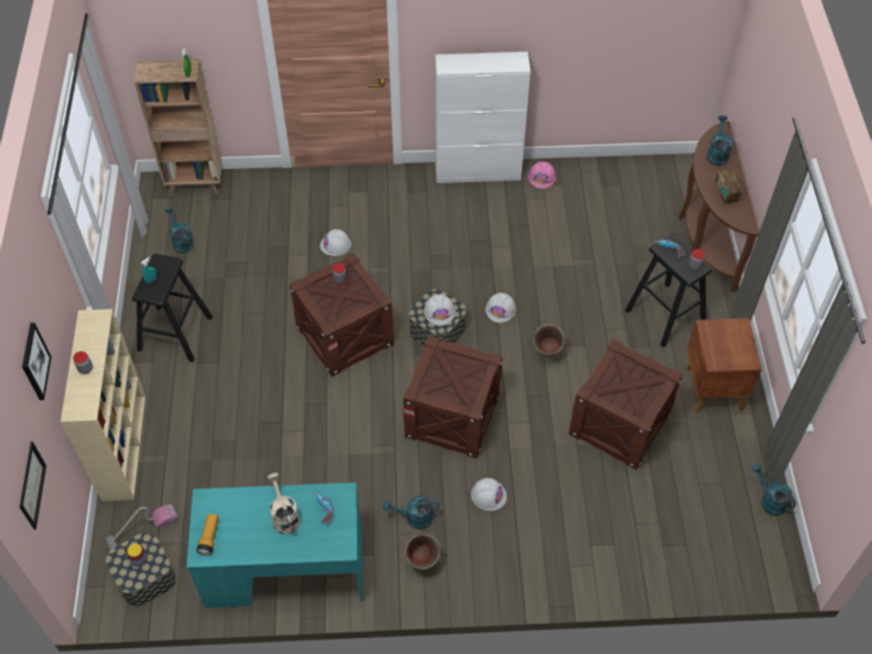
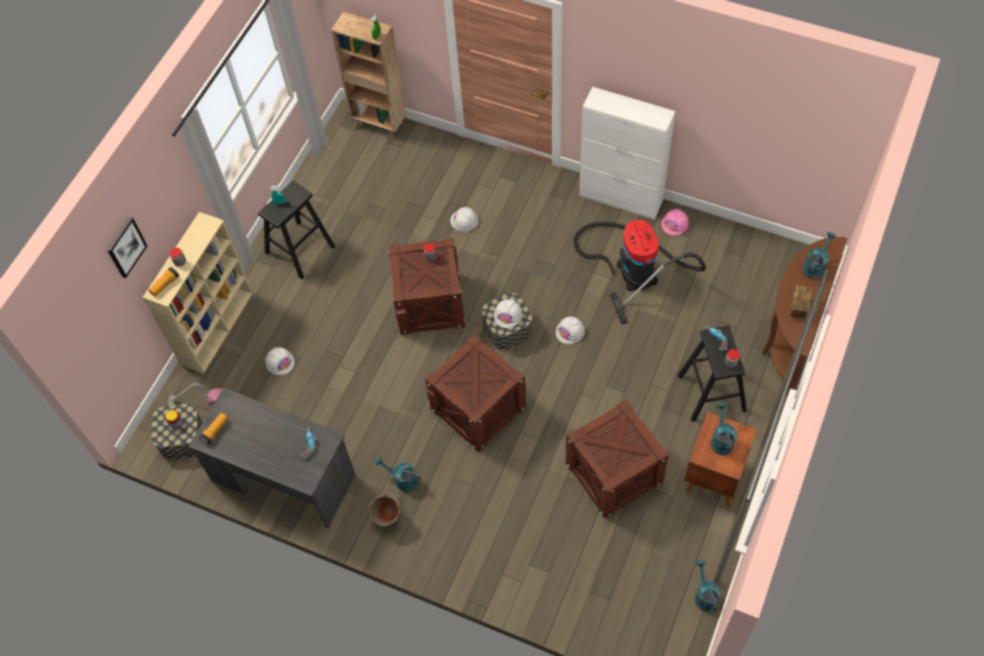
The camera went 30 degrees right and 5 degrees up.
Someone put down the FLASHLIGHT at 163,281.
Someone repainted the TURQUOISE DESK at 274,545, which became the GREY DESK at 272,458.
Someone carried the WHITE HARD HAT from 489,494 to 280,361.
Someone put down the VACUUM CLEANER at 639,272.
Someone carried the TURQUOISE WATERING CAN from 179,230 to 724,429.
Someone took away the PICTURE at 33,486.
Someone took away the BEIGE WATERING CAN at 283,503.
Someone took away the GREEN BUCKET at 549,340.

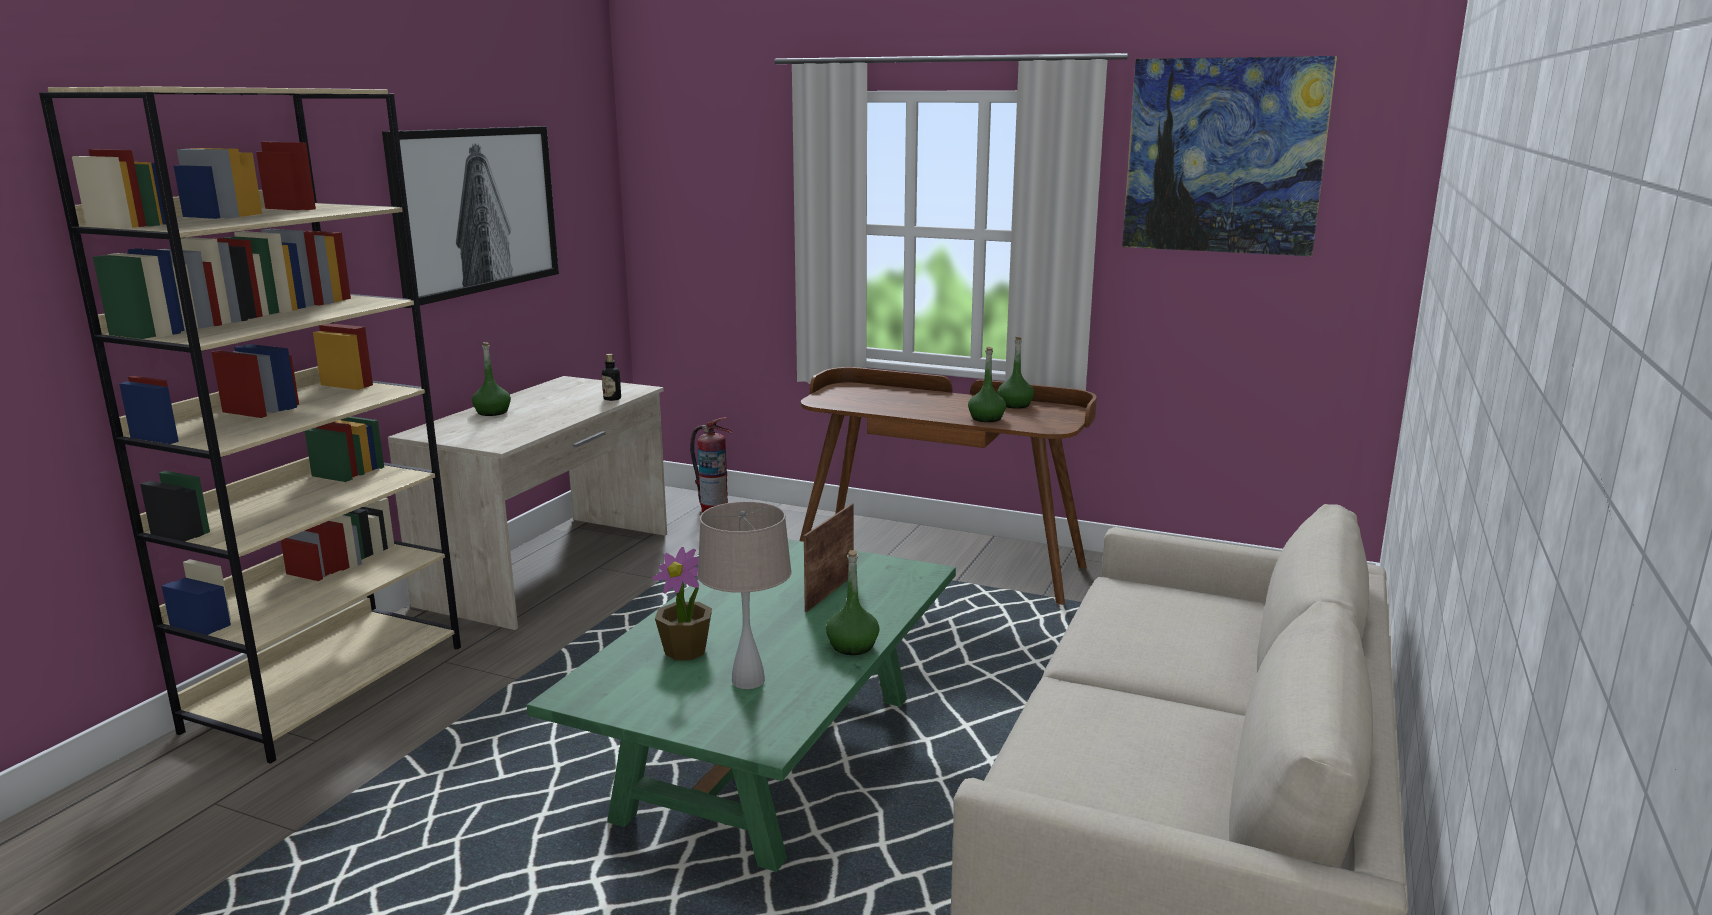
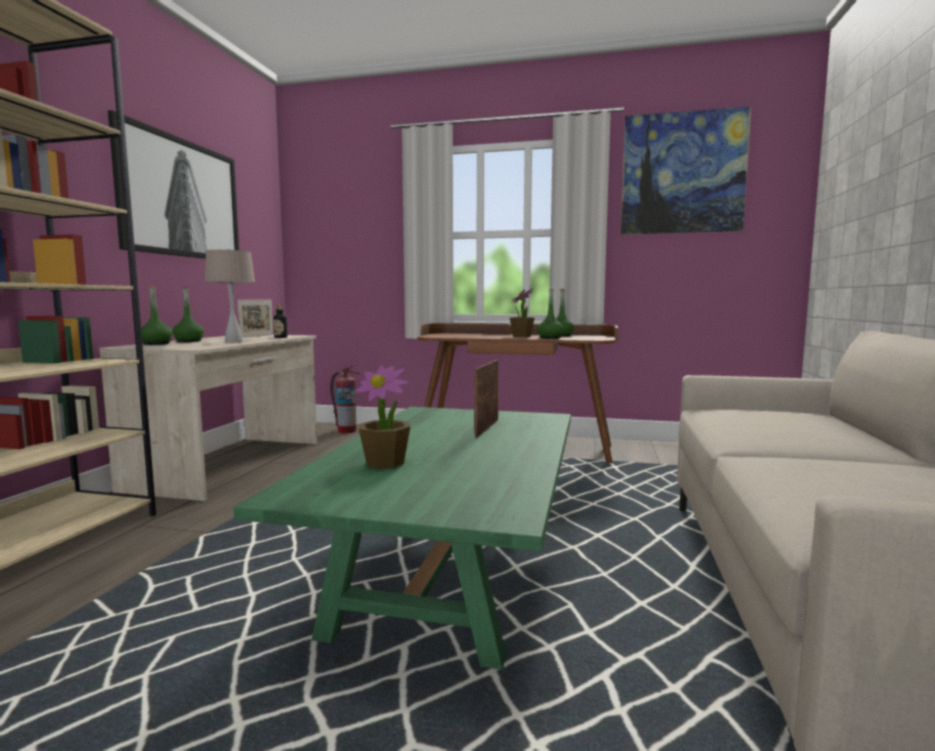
The camera went 10 degrees left and 10 degrees down.
Someone carried the GREEN BOTTLE from 853,602 to 157,315.
Someone carried the BEIGE TABLE LAMP from 745,595 to 230,296.
Someone put down the PICTURE FRAME at 255,319.
Someone put down the POTTED PLANT at 522,313.

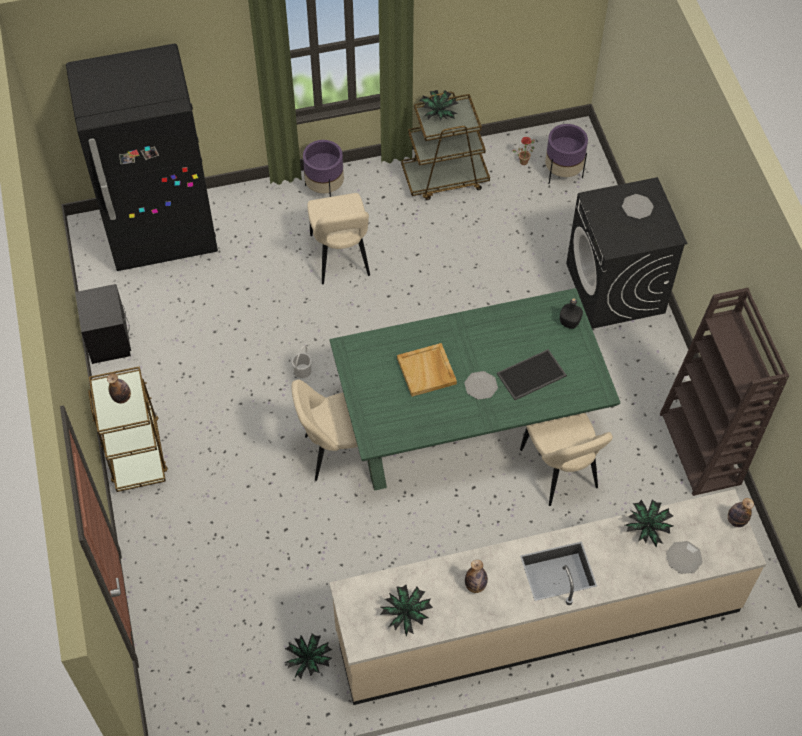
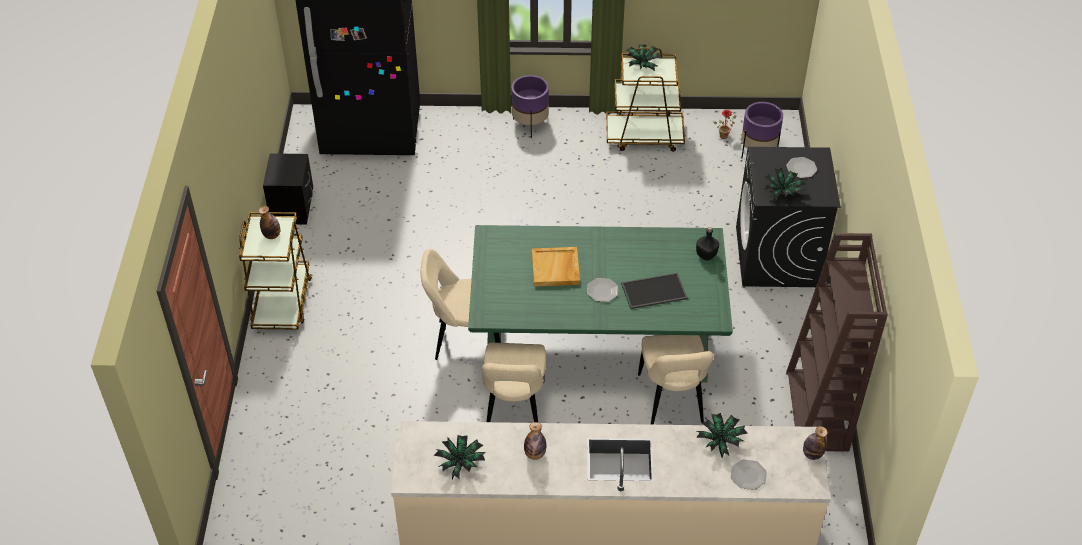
The camera went 15 degrees right and 10 degrees down.
Someone carried the BEIGE CHAIR from 338,238 to 514,382.
Someone carried the POTTED PLANT from 308,656 to 786,183.
Someone took away the WHITE BUCKET at 302,361.

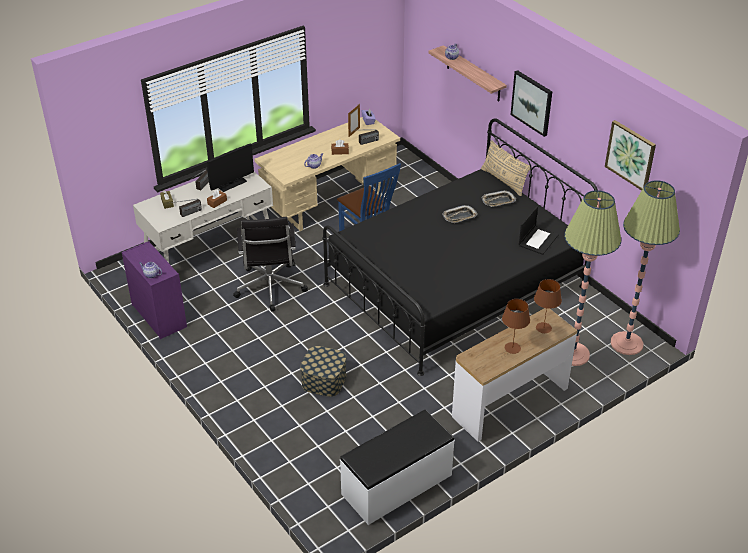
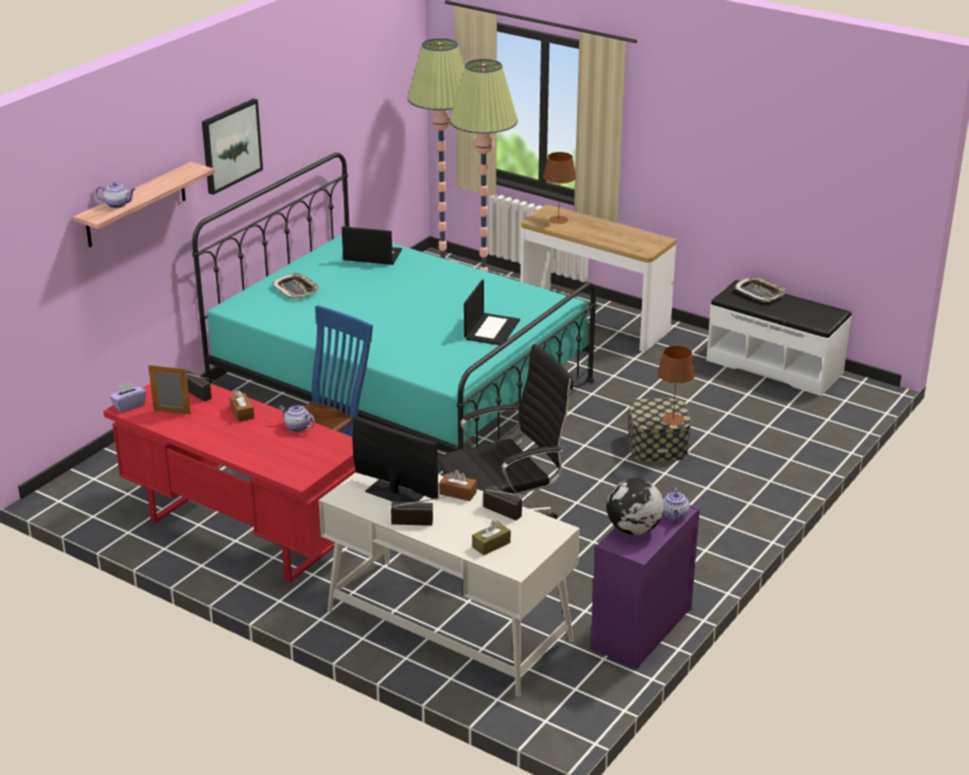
The camera went 110 degrees left and 10 degrees down.
Someone repainted the BEIGE DESK at 327,174, which became the RED DESK at 229,483.
Someone repainted the BLACK BED at 460,247, which became the TURQUOISE BED at 394,303.
Someone put down the LAPTOP at 492,312.
Someone put down the GLOBE at 635,506.
Someone carried the BROWN TABLE LAMP from 516,326 to 676,385.
Someone carried the TRAY from 459,214 to 759,289.
Someone took away the BEIGE PILLOW at 505,168.
Someone took away the PICTURE at 630,155.

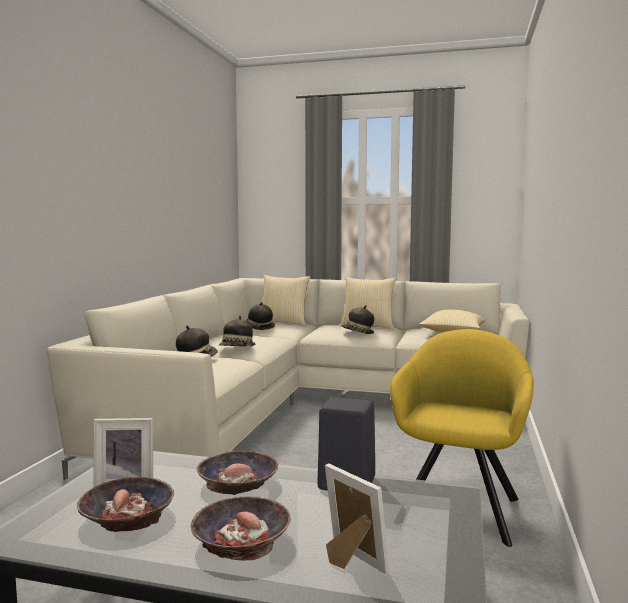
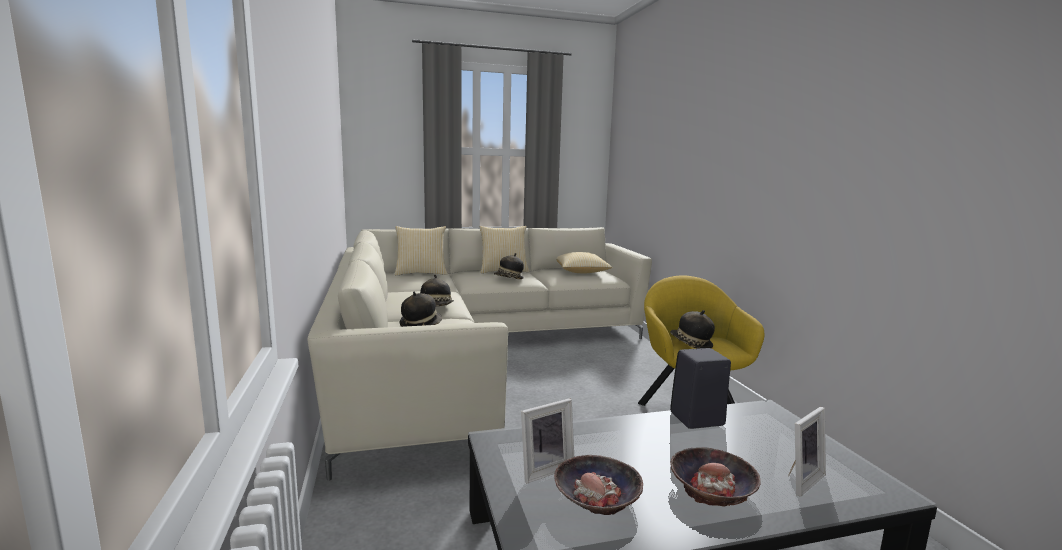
The camera went 30 degrees left and 5 degrees up.
Someone carried the HAT from 260,316 to 692,329.
Someone rotated the PICTURE FRAME at 357,519 by 120 degrees clockwise.
Someone took away the BOWL at 237,472.

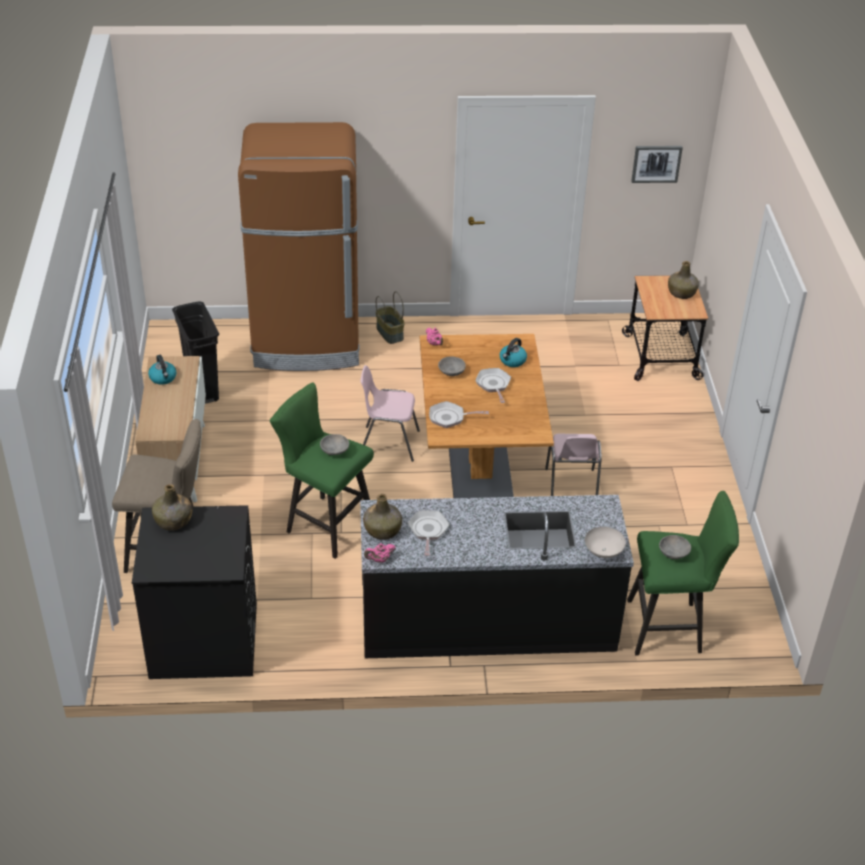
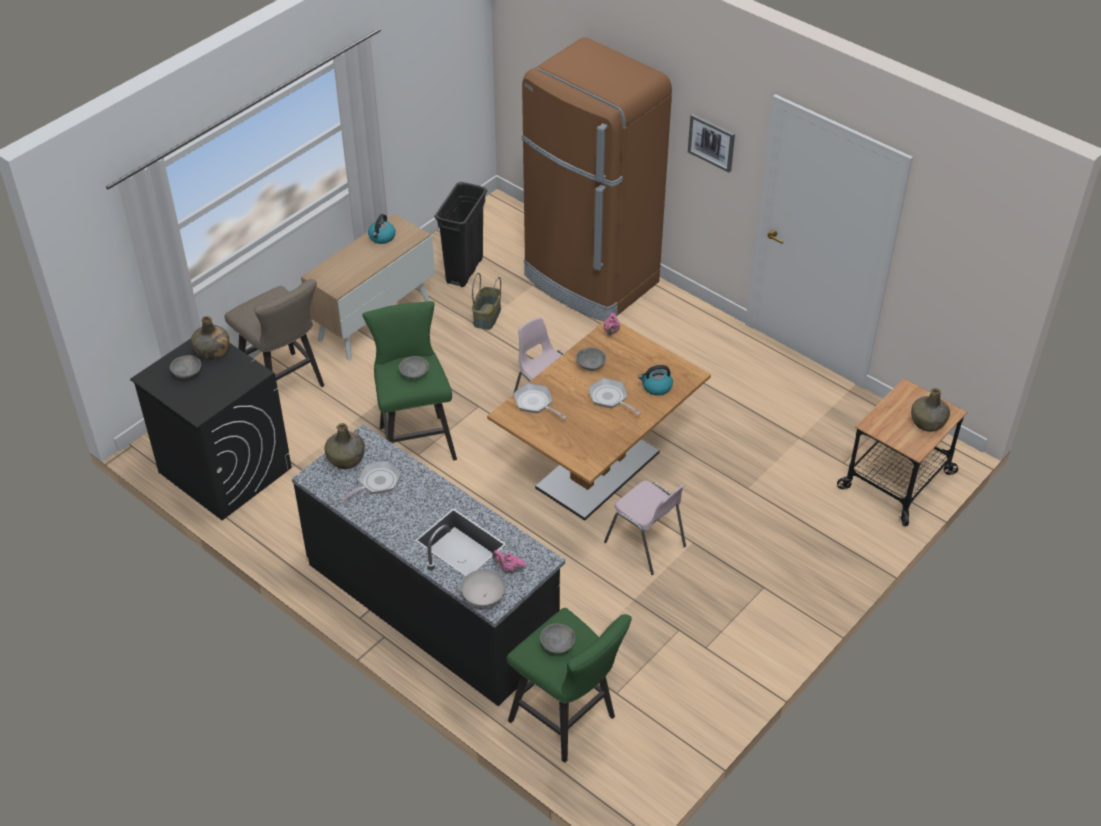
The camera went 45 degrees right and 5 degrees up.
Someone put down the GREY BOWL at 185,367.
Someone carried the BASKET from 390,317 to 486,301.
Someone carried the PINK TEAPOT from 380,553 to 509,561.
Someone rotated the FRYING PAN at 493,385 by 75 degrees counterclockwise.
Someone rotated the PINK CHAIR at 573,464 by 90 degrees counterclockwise.
Someone carried the PICTURE from 657,164 to 711,143.

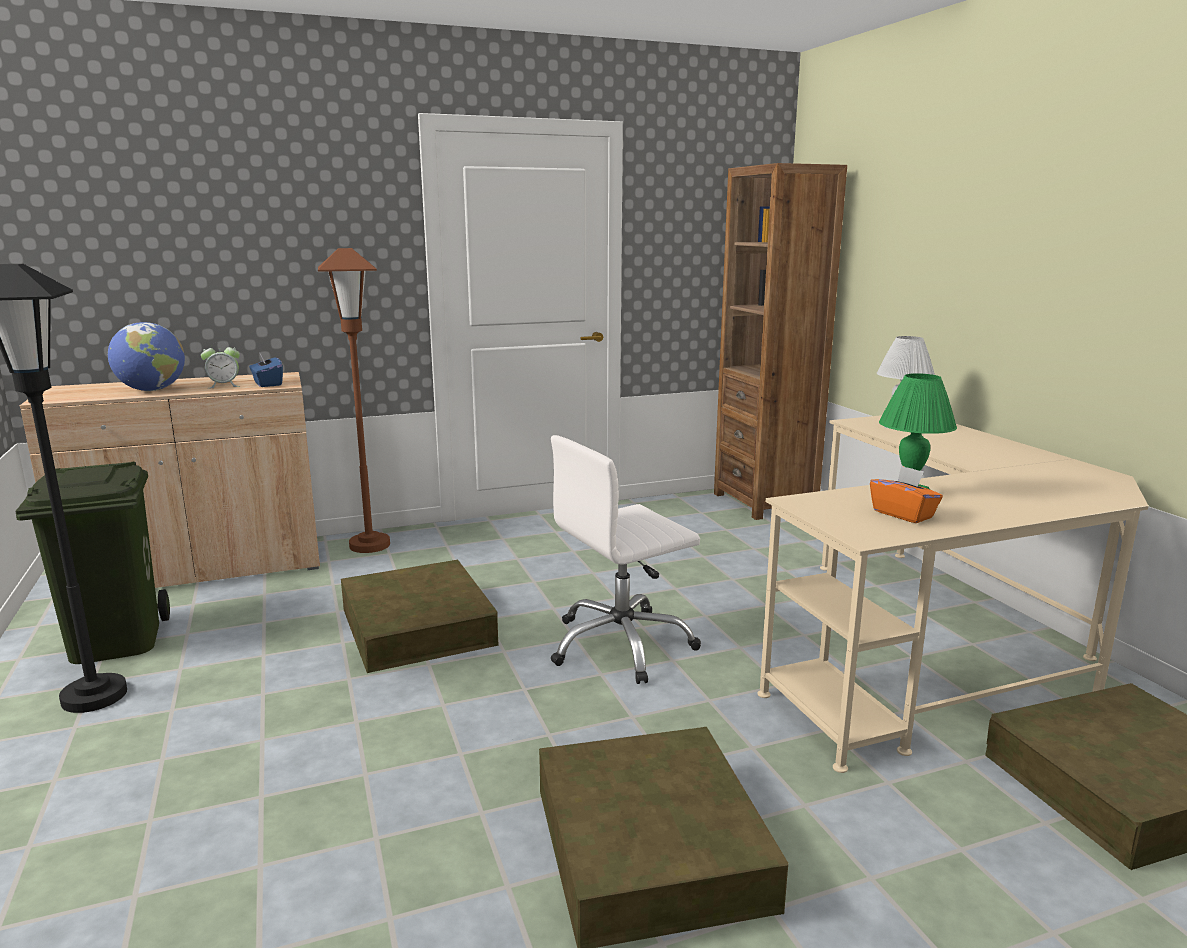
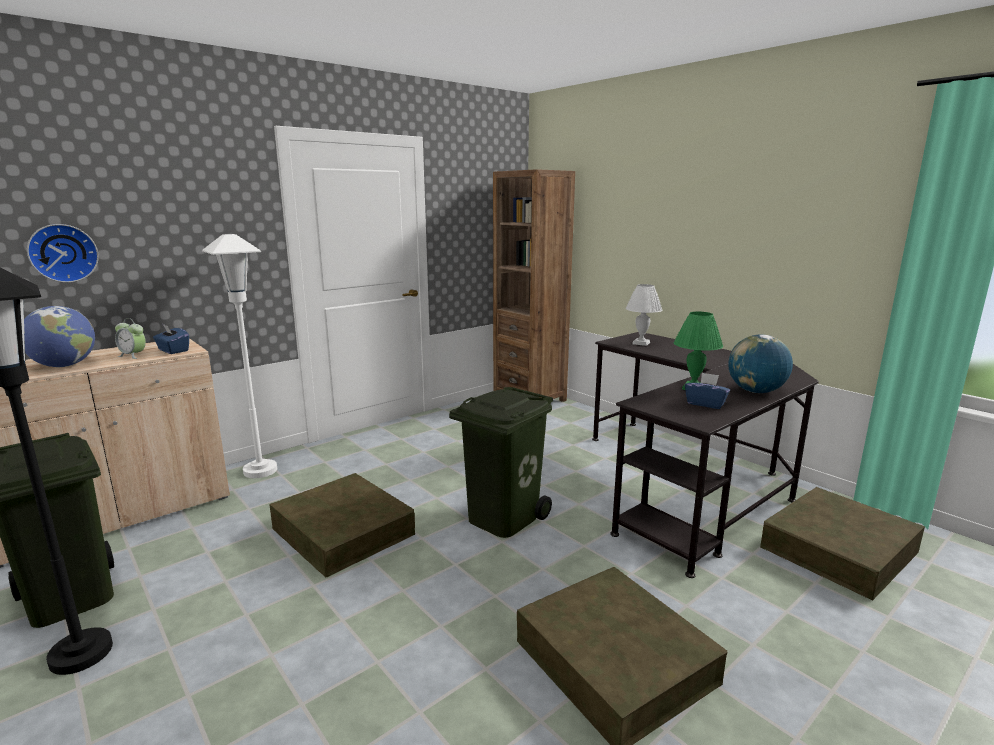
The camera went 20 degrees left and 0 degrees up.
Someone put up the WALL CLOCK at 63,253.
Someone rotated the ALARM CLOCK at 220,366 by 60 degrees clockwise.
Someone repainted the BROWN FLOOR LAMP at 354,400, which became the WHITE FLOOR LAMP at 239,356.
Someone swapped the WHITE OFFICE CHAIR at 626,559 for the GREEN TRASH CAN at 501,462.
Someone repainted the BEIGE DESK at 953,594, which became the BLACK DESK at 705,455.
Someone repainted the ORANGE TISSUE BOX at 906,494, which became the BLUE TISSUE BOX at 707,391.
Someone put down the GLOBE at 760,363.

